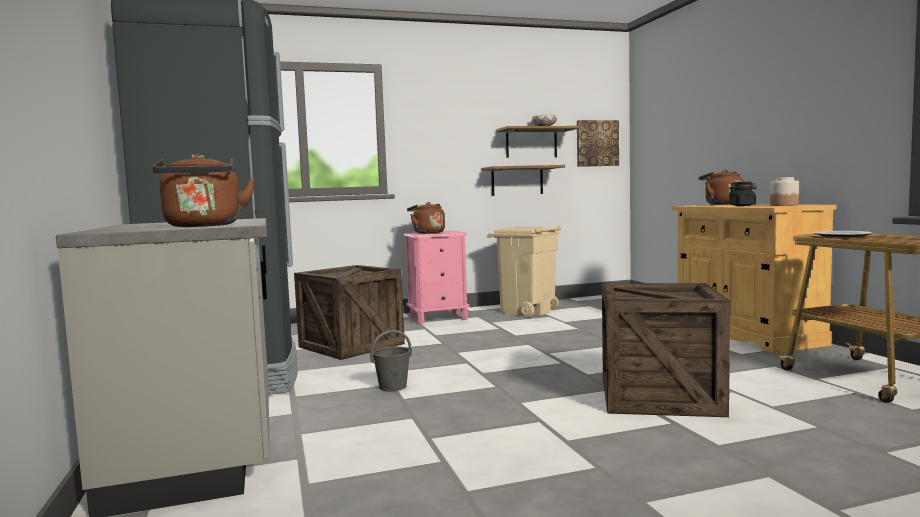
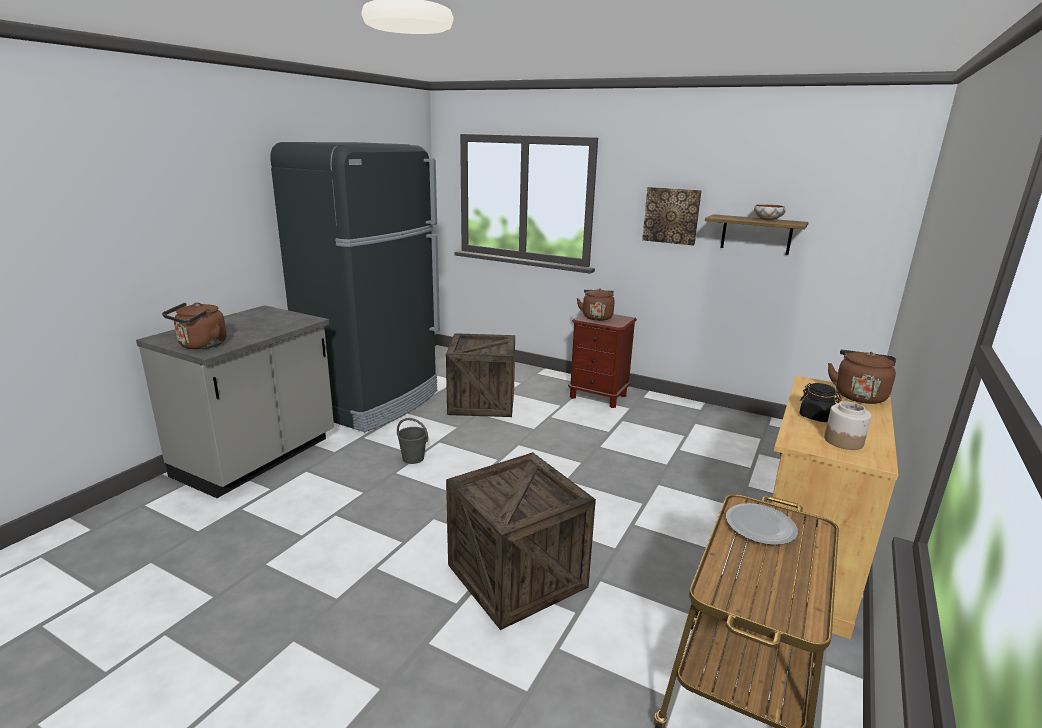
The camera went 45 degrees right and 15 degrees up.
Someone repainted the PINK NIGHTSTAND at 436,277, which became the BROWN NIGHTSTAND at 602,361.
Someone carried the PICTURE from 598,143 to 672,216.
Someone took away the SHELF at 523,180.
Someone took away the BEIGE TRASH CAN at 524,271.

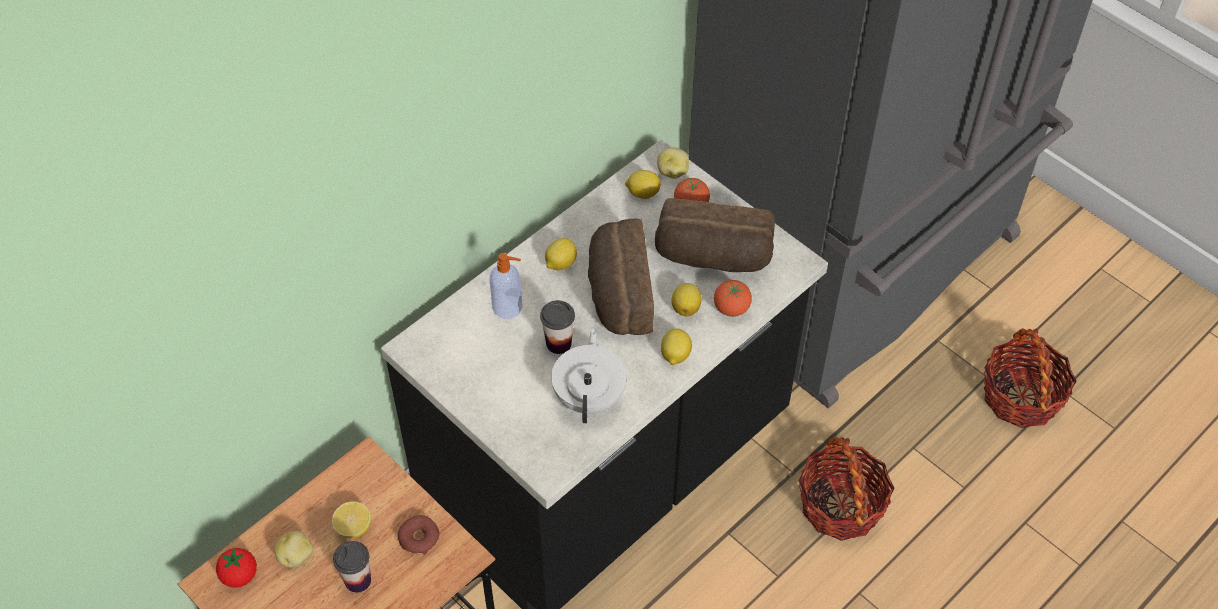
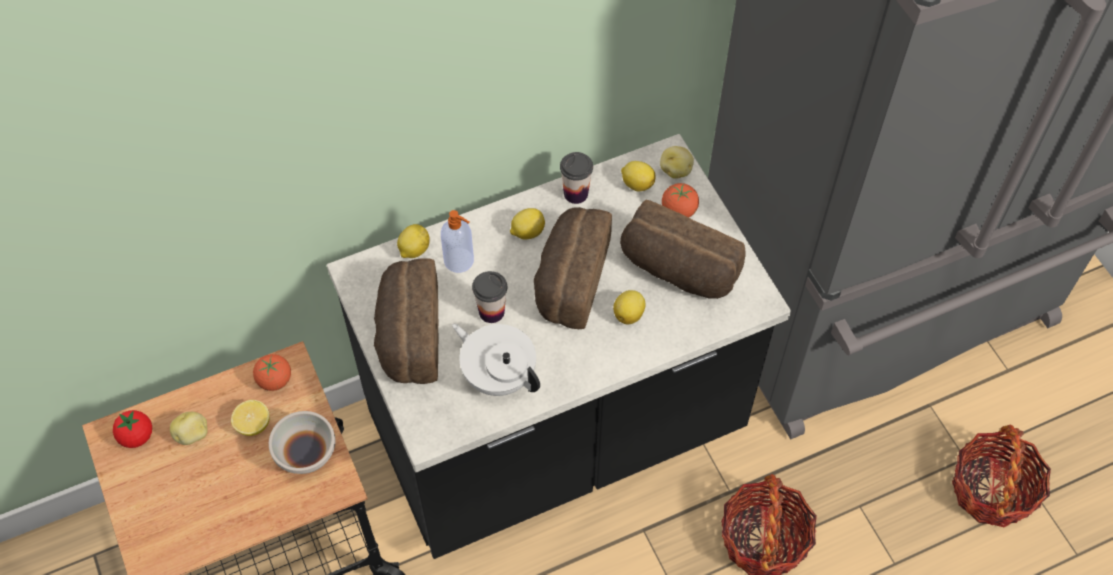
The camera went 20 degrees right and 5 degrees up.
Someone carried the TOMATO from 733,298 to 272,372.
Someone swapped the DONUT at 419,535 for the WHITE BOWL at 302,442.
Someone put down the BREAD at 406,321.
Someone carried the LEMON from 676,346 to 413,241.
Someone rotated the WHITE TEAPOT at 589,375 by 75 degrees counterclockwise.
Someone carried the CUP from 352,567 to 576,178.

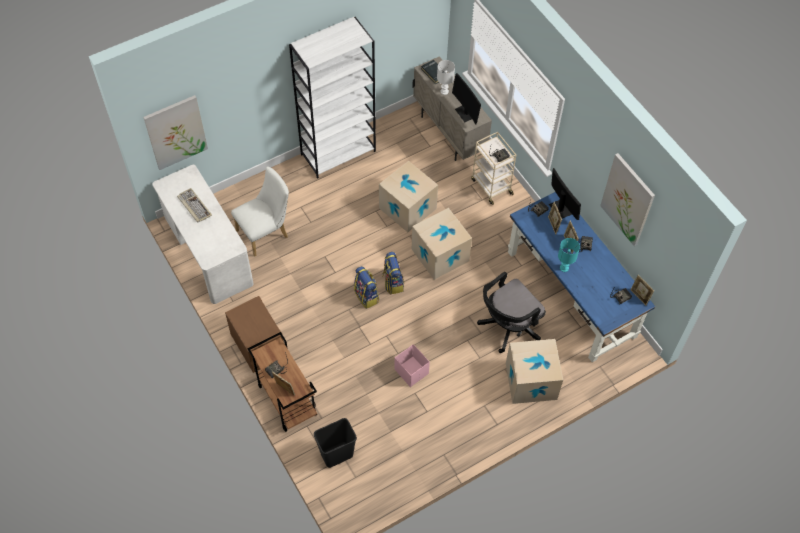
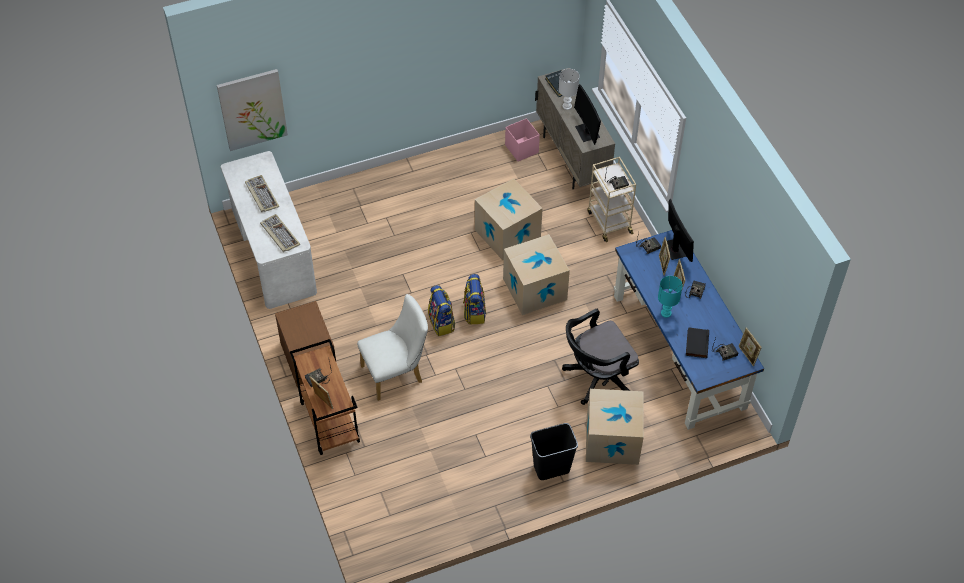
The camera went 10 degrees right and 5 degrees down.
Someone put down the KEYBOARD at 280,233.
Someone carried the WHITE CHAIR from 260,212 to 392,347.
Someone carried the PINK STORAGE BOX from 412,365 to 522,139.
Someone carried the BLACK TRASH CAN from 335,443 to 554,451.
Someone put down the BLACK BOOK at 697,342.
Someone took away the WHITE BOOKCASE at 332,98.
Someone took away the PICTURE at 627,199.

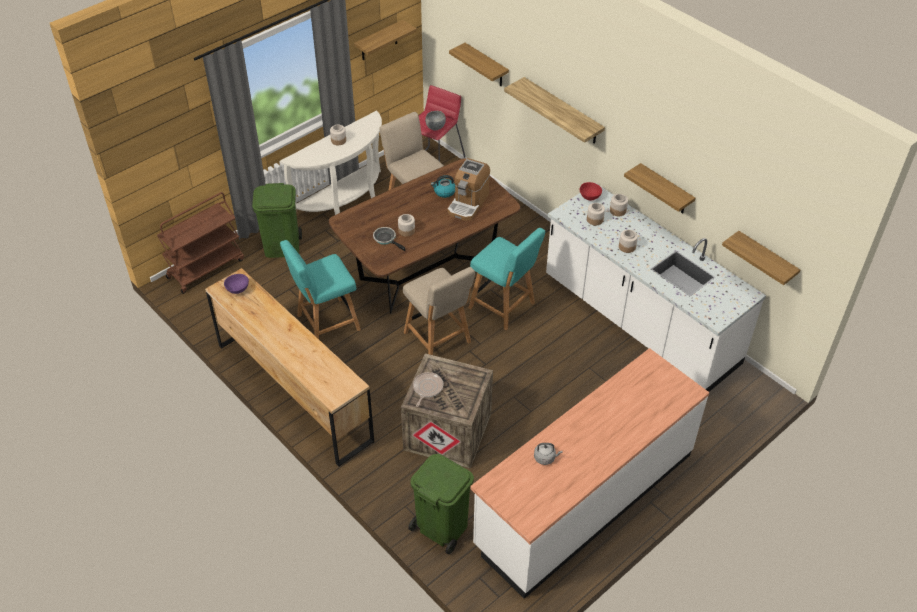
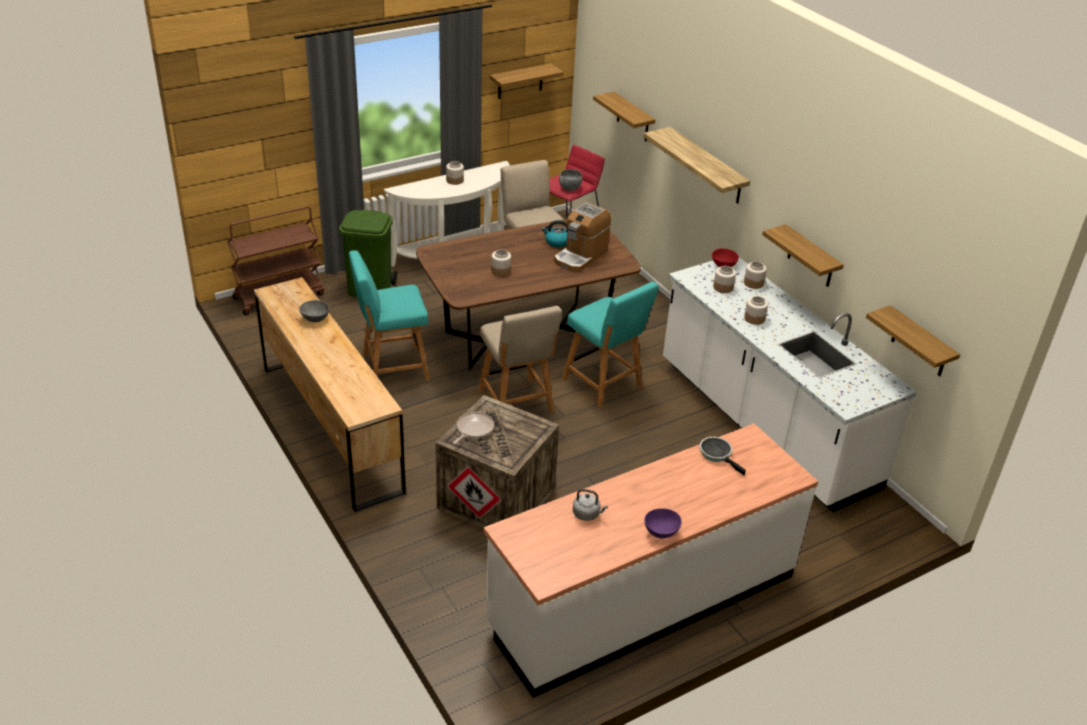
The camera went 10 degrees right and 10 degrees down.
Someone put down the GREY BOWL at 314,311.
Someone carried the PURPLE BOWL from 236,284 to 663,524.
Someone carried the FRYING PAN from 389,239 to 722,456.
Someone took away the GREEN TRASH CAN at 441,504.

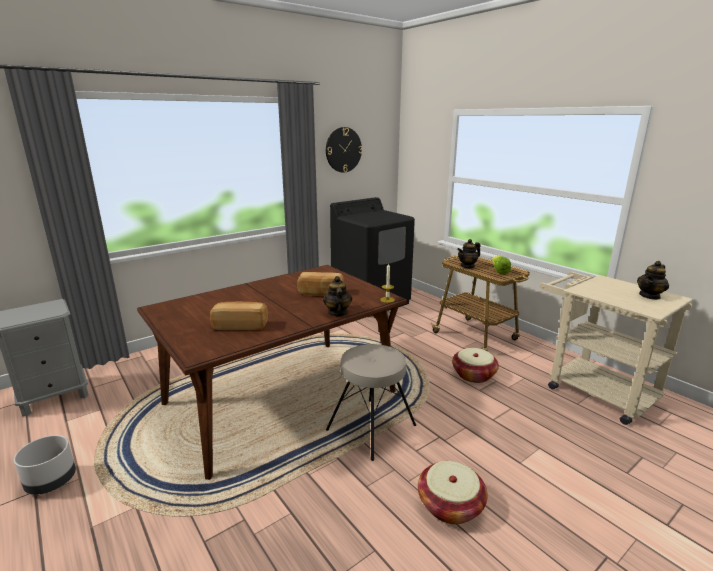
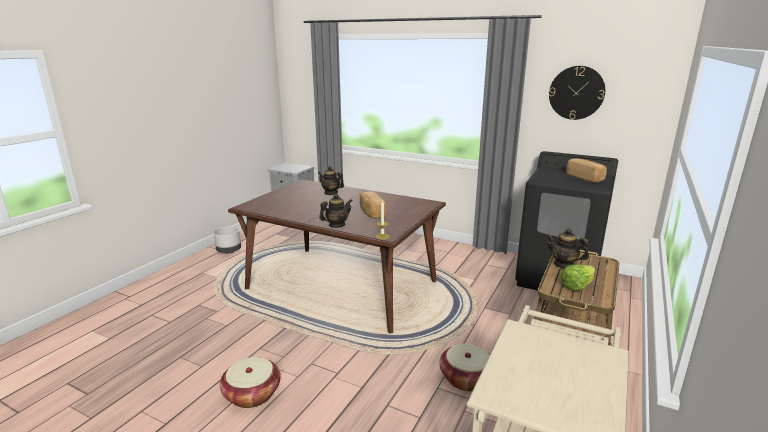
The camera went 65 degrees right and 0 degrees up.
Someone carried the TEAPOT from 653,280 to 331,180.
Someone carried the BREAD from 239,316 to 587,170.
Someone took away the BEIGE STOOL at 371,402.

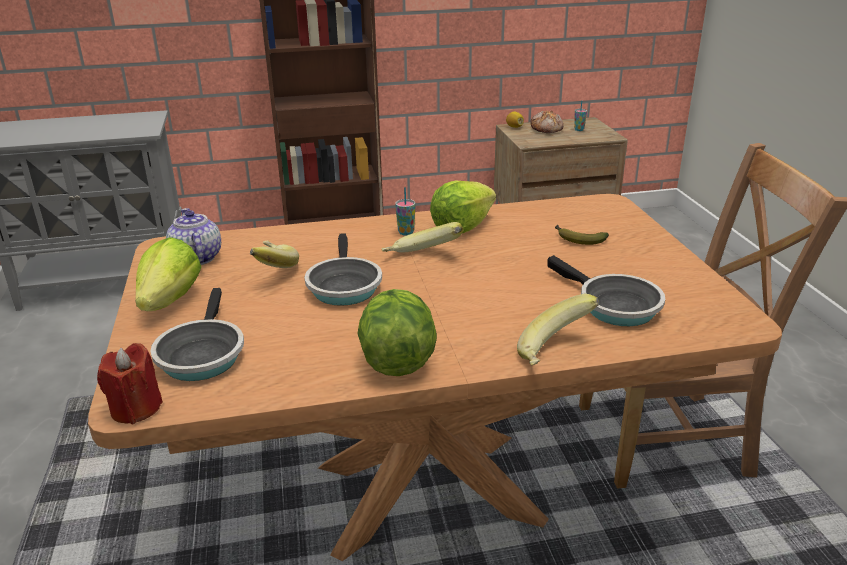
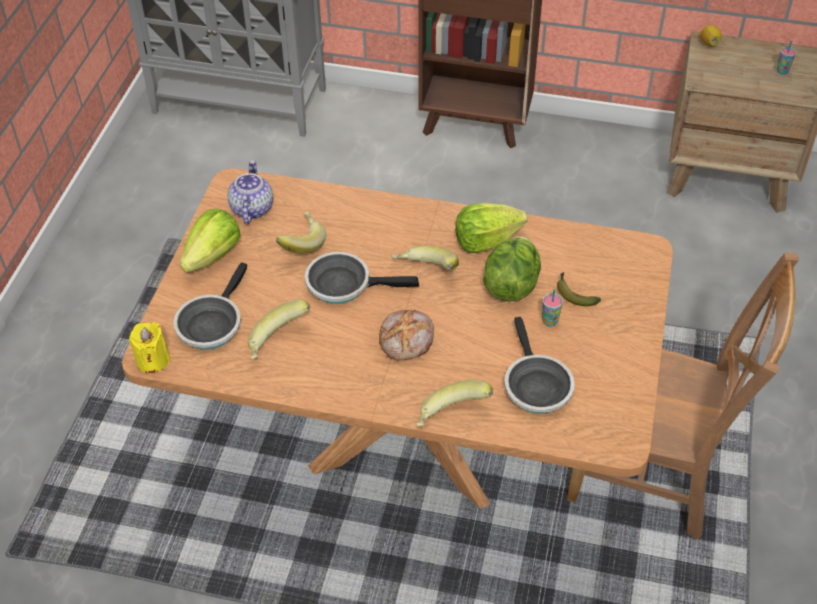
The camera went 25 degrees right and 20 degrees up.
Someone repainted the RED CANDLE at 130,383, which became the YELLOW CANDLE at 149,348.
Someone put down the BANANA at 279,329.
Someone rotated the FRYING PAN at 343,269 by 75 degrees clockwise.
Someone carried the BREAD from 546,122 to 406,335.
Someone carried the LETTUCE from 397,332 to 512,268.
Someone carried the CUP from 405,211 to 552,308.

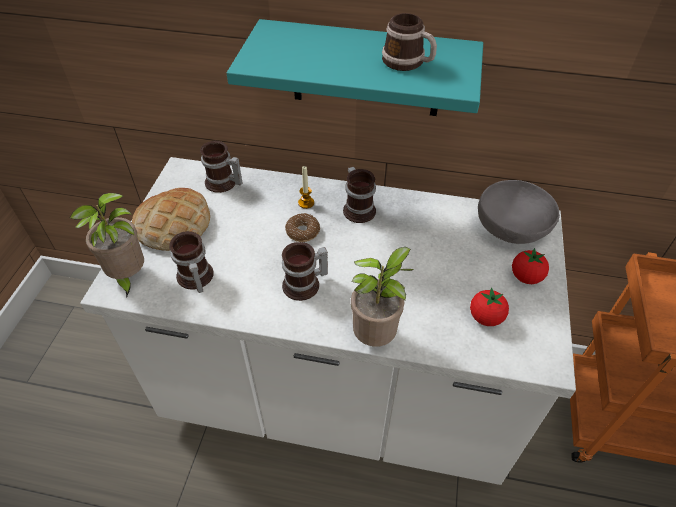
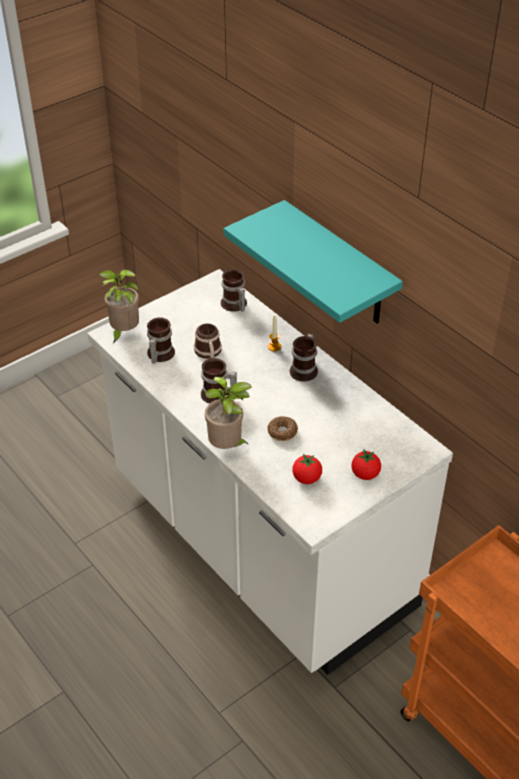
The camera went 40 degrees right and 5 degrees down.
Someone carried the MUG from 409,42 to 208,341.
Someone carried the DONUT from 302,227 to 282,428.
Someone took away the BREAD at 171,219.
Someone took away the GREY BOWL at 519,212.

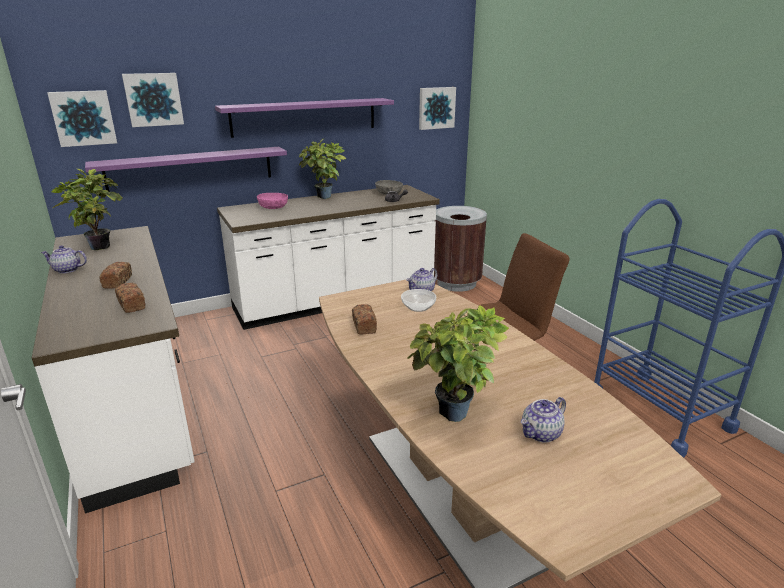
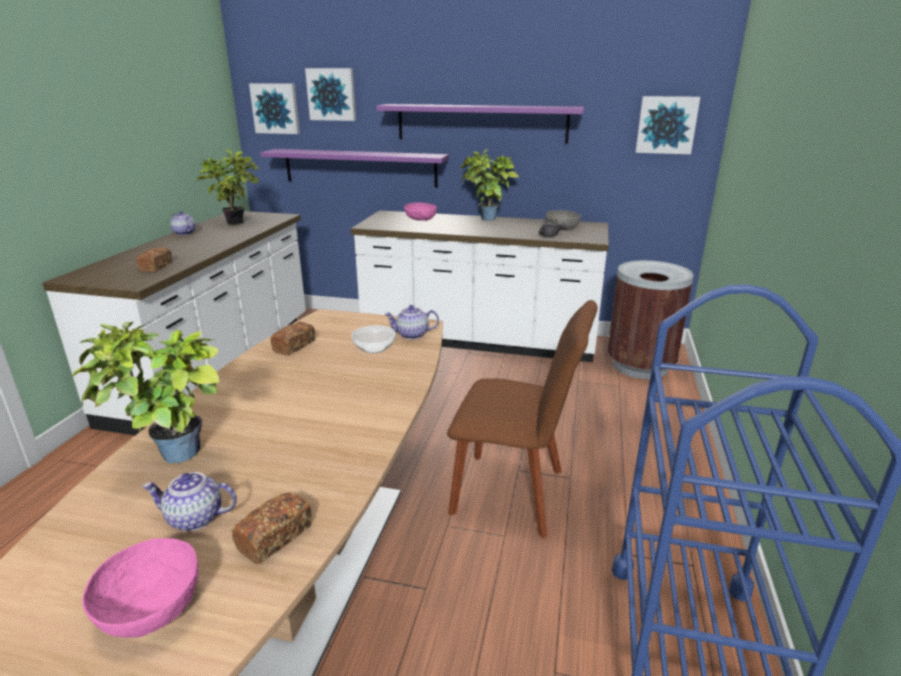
The camera went 40 degrees right and 0 degrees up.
Someone put down the PINK BOWL at 140,588.
Someone carried the BREAD from 115,275 to 271,528.

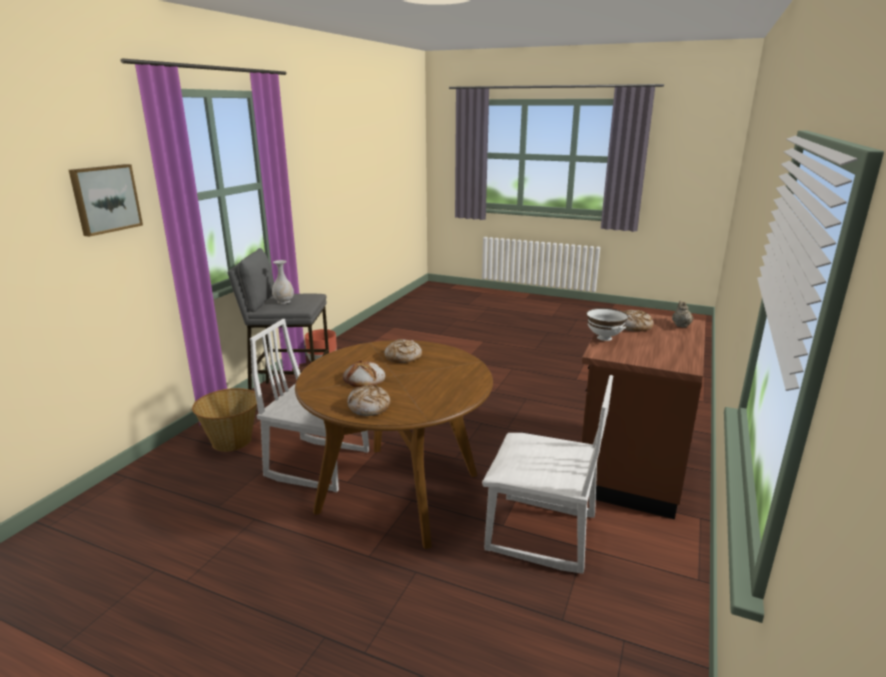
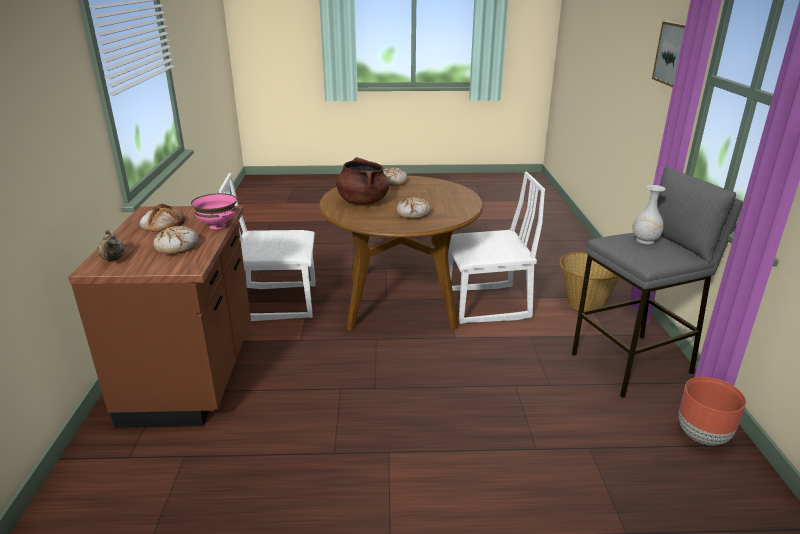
The camera went 155 degrees right and 5 degrees up.
Someone carried the BREAD from 364,374 to 162,218.
Someone repainted the WHITE BOWL at 607,324, which became the PINK BOWL at 214,211.
Someone put down the BROWN COOKING POT at 362,181.

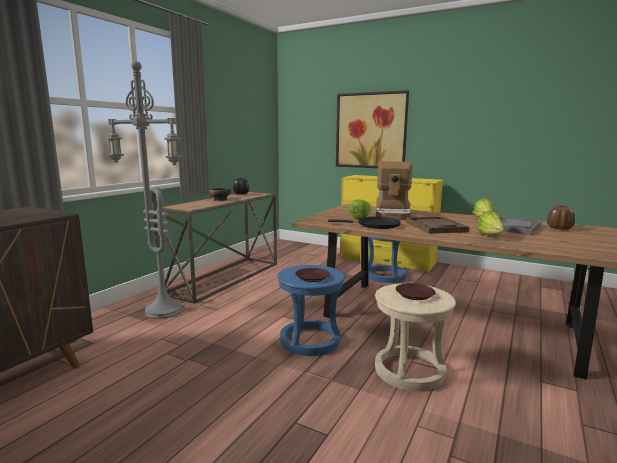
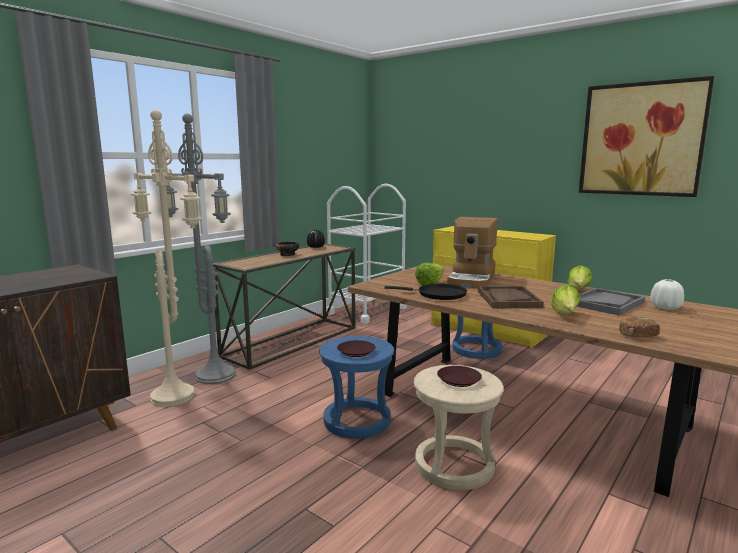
The camera went 10 degrees right and 0 degrees up.
Someone put down the BEIGE FLOOR LAMP at 166,258.
Someone put down the WHITE CART at 366,254.
Someone carried the PICTURE from 372,129 to 646,136.
Someone put down the BREAD at 639,326.
Someone repainted the BROWN VASE at 561,217, which became the WHITE VASE at 667,294.

